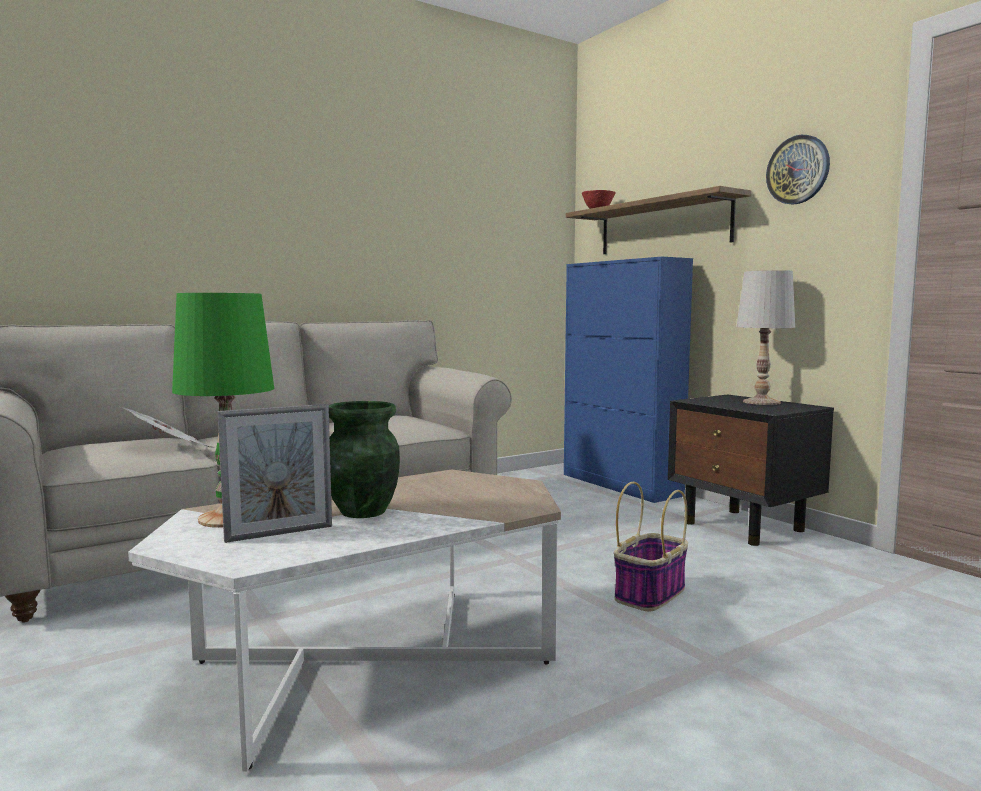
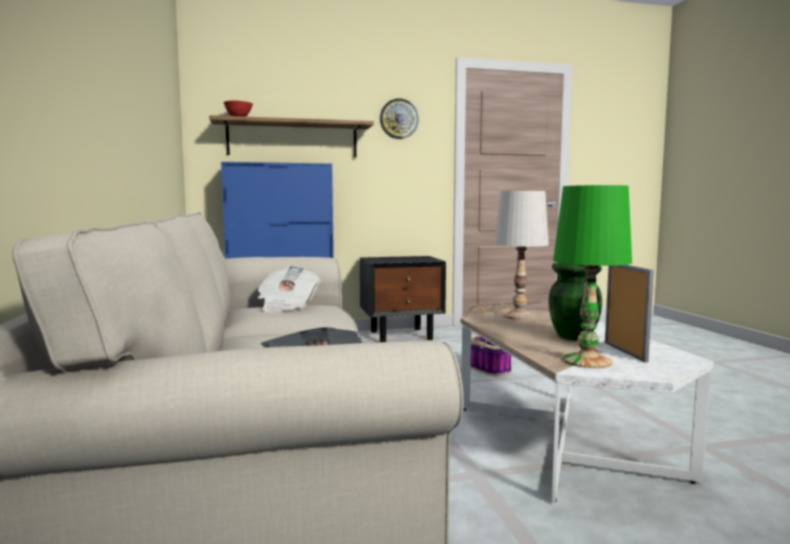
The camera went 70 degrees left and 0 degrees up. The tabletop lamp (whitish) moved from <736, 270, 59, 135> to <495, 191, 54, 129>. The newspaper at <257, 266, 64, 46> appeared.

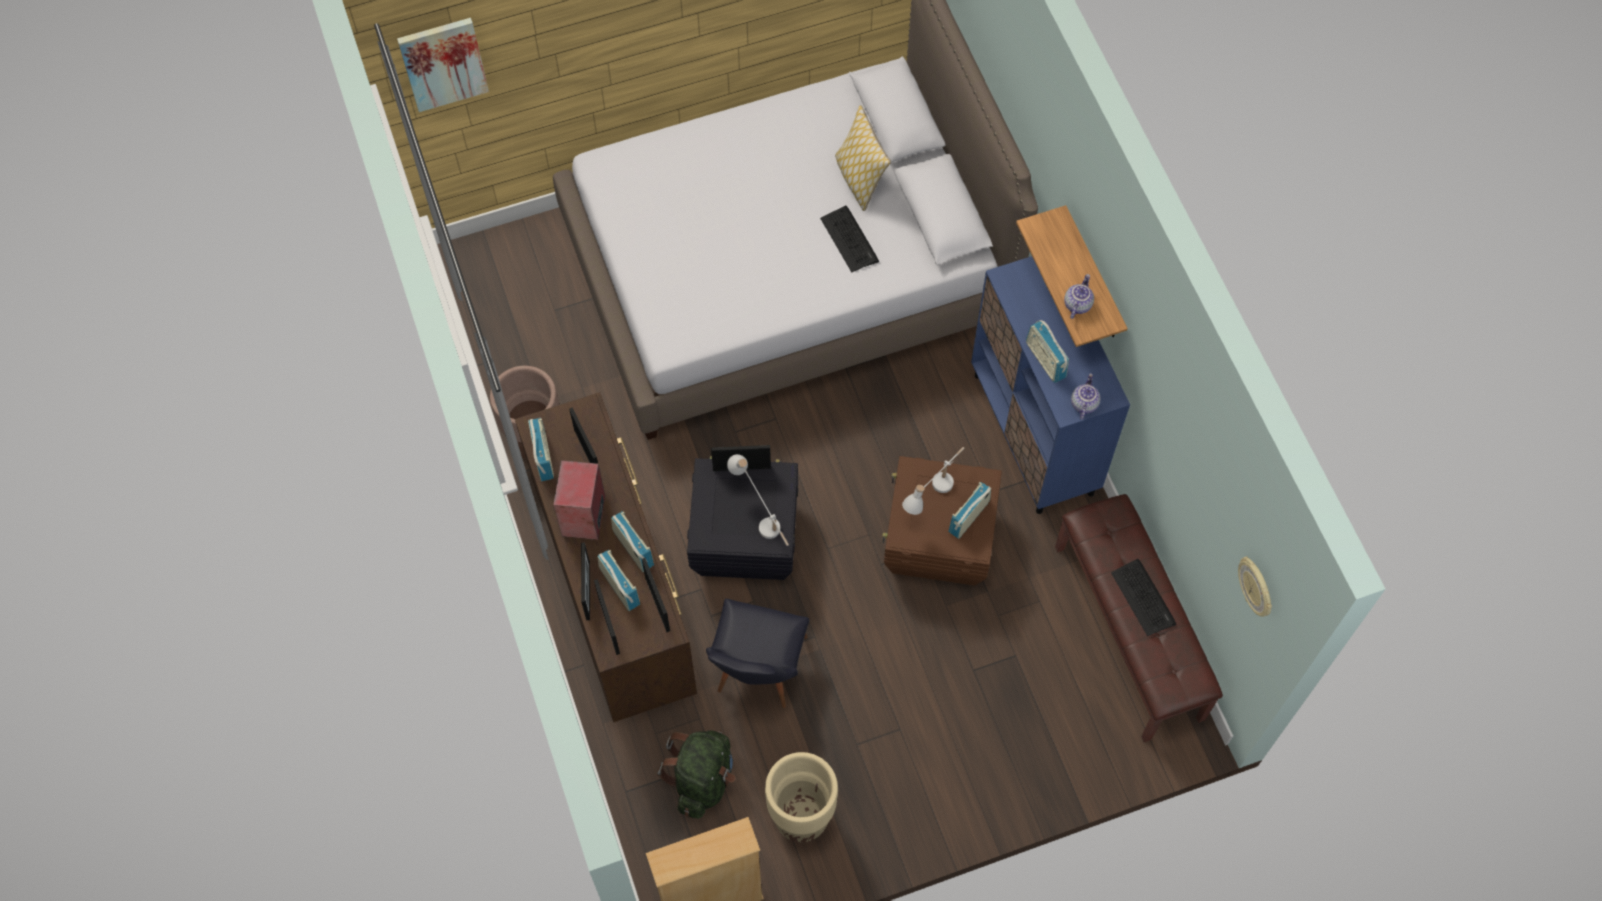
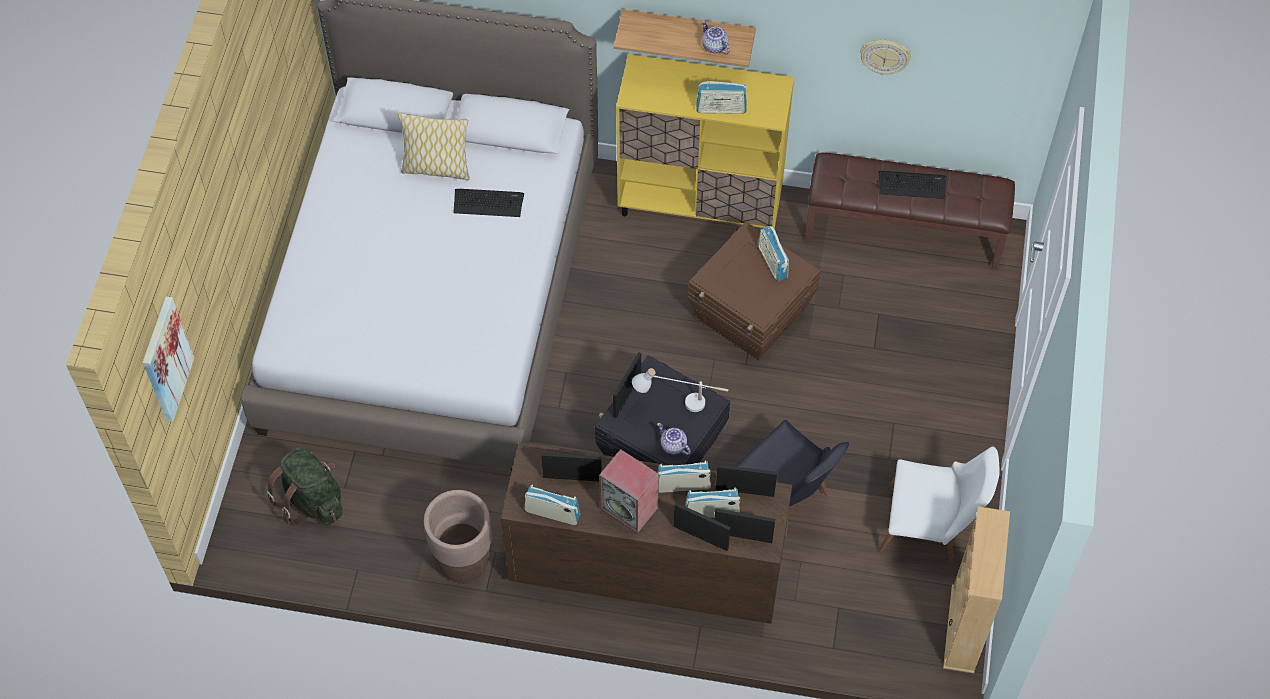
The camera went 60 degrees left and 5 degrees down. The rucksack (green-coloured) moved from <657, 730, 78, 89> to <266, 447, 77, 78>. The plant pot (sand-coloured) at <765, 752, 73, 90> was replaced by the plain chair (whitish) at <878, 446, 122, 116>. The tabletop lamp (whitish) at <902, 447, 63, 68> disappeared. The cabinet (bluish) at <971, 256, 159, 258> became the cabinet (yellow-coloured) at <616, 54, 178, 175>. The pot for tea moved from <1071, 373, 29, 47> to <657, 423, 34, 32>. The hanging clock moved from <1238, 556, 34, 61> to <860, 40, 51, 35>.

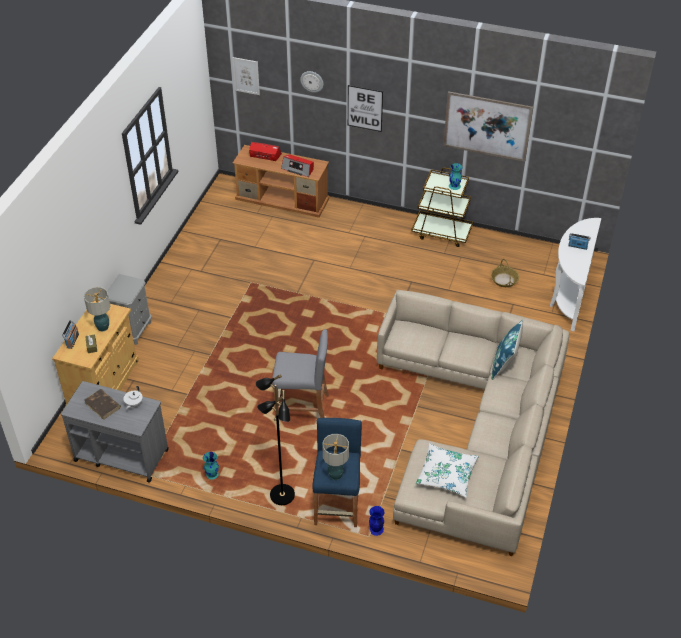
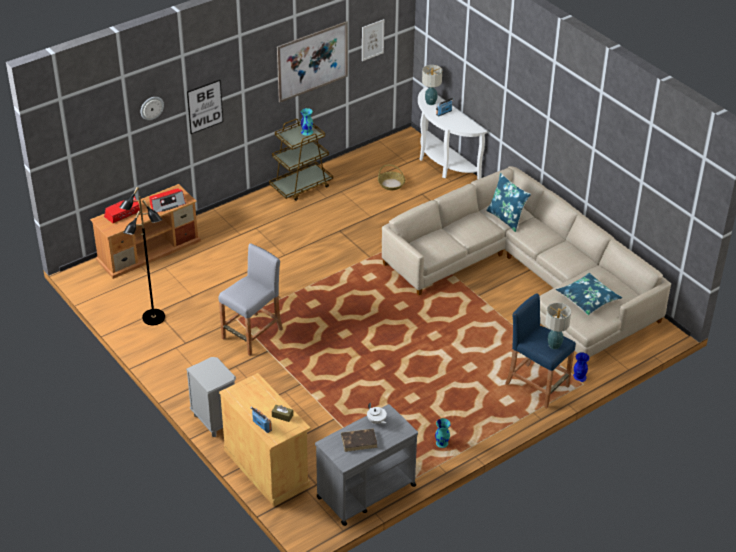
The camera went 55 degrees left and 5 degrees down. The tabletop lamp moved from <84, 287, 26, 45> to <422, 65, 20, 40>. The picture moved from <232, 57, 28, 38> to <362, 19, 22, 42>. The standing lamp (black-coloured) moved from <255, 374, 40, 131> to <119, 187, 46, 138>. The stool seat (gray) moved from <272, 329, 57, 89> to <218, 244, 65, 112>. The cushion (whitish) at <416, 443, 63, 55> became the cushion (bluish) at <556, 273, 66, 42>.

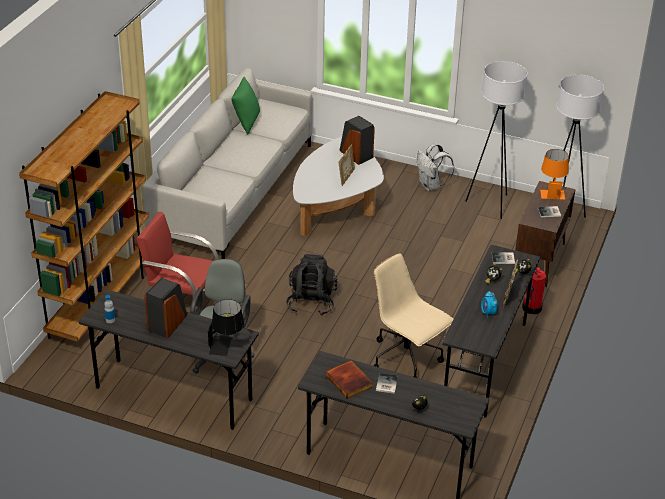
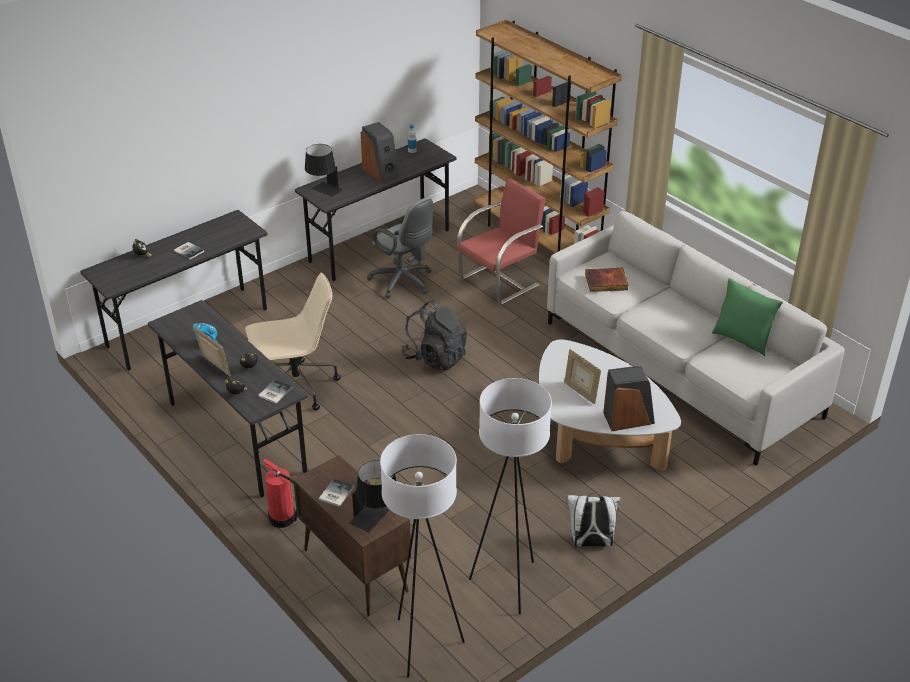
The camera went 120 degrees right and 0 degrees up. The book moved from <326, 361, 47, 38> to <585, 268, 44, 24>. The tabletop lamp (orange) at <540, 149, 29, 51> became the tabletop lamp (black-coloured) at <350, 460, 46, 72>.

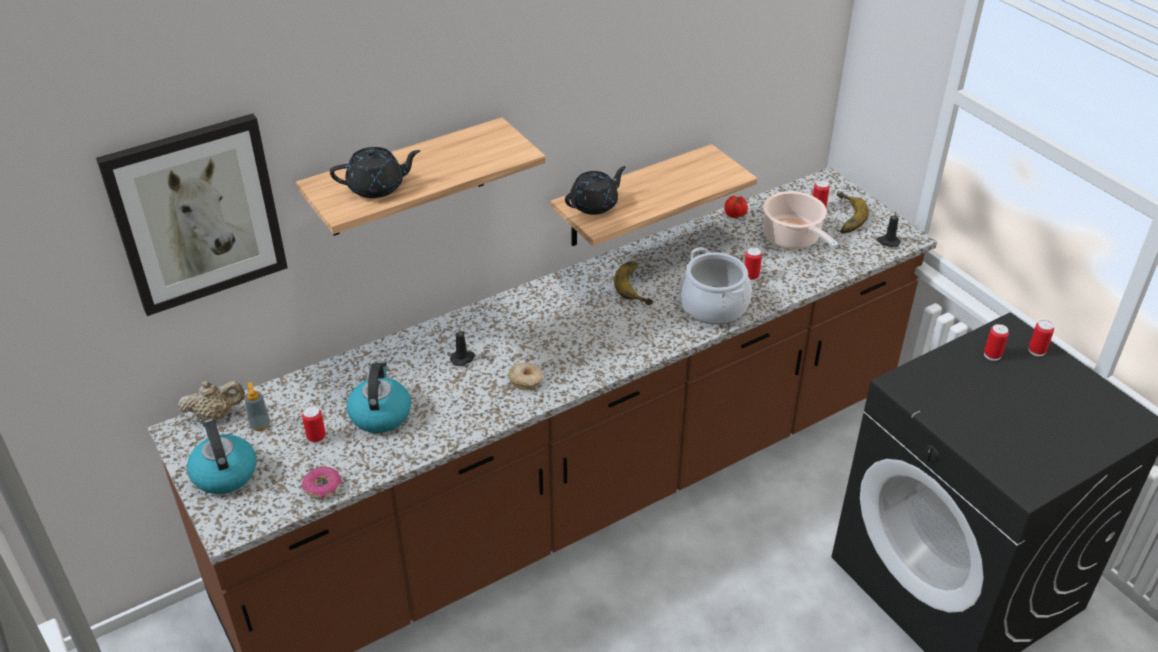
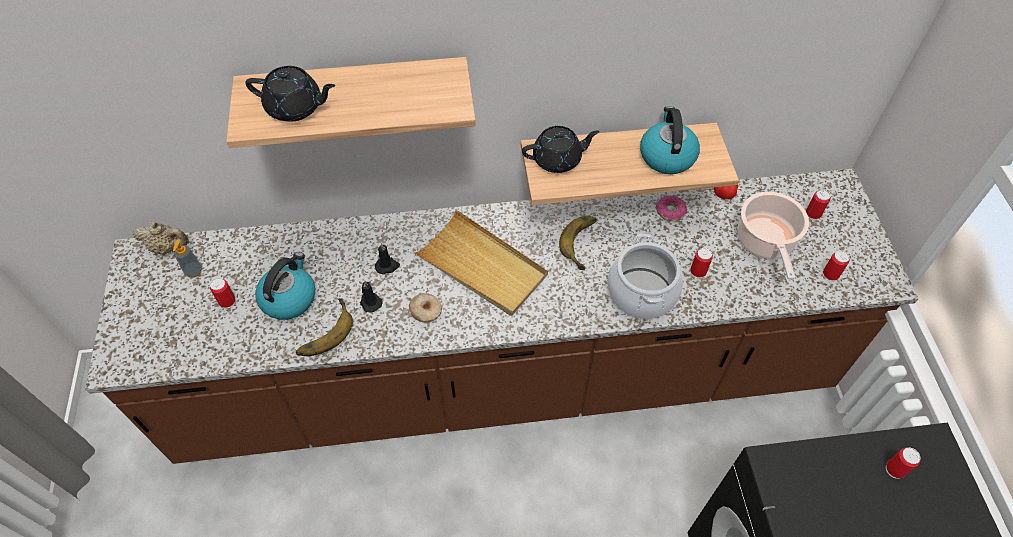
The camera went 25 degrees right and 15 degrees up. The picture at <96, 113, 192, 203> disappeared. The kettle moved from <187, 419, 70, 75> to <640, 106, 60, 68>. The ring doughnut moved from <302, 466, 40, 33> to <656, 195, 31, 27>. The whole banana moved from <837, 192, 32, 42> to <296, 298, 57, 58>. The wax light (black-coloured) moved from <877, 211, 24, 36> to <360, 281, 22, 31>. The metal can moved from <1029, 320, 25, 36> to <823, 251, 27, 30>. The serving tray (sand-coloured) at <413, 210, 135, 106> appeared.

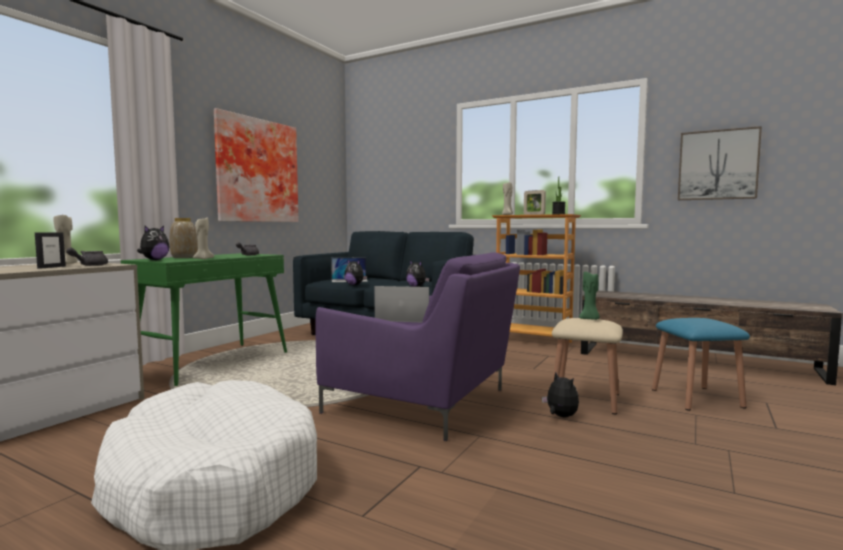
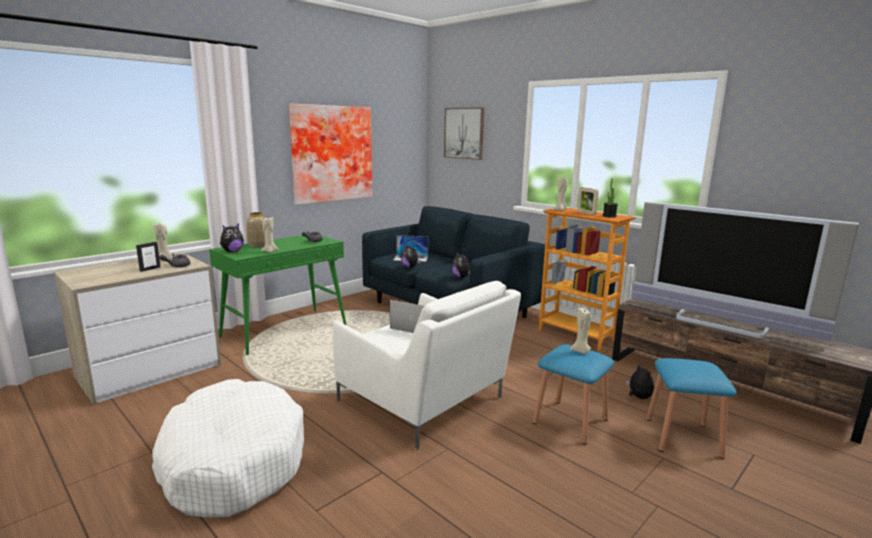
The camera went 15 degrees right and 10 degrees up. The easy chair (purple-coloured) at <315, 252, 205, 189> became the easy chair (whitish) at <333, 281, 188, 169>. The plush toy moved from <542, 371, 37, 47> to <626, 364, 28, 35>. The stool seat (sand-coloured) at <552, 318, 71, 97> became the stool seat (bluish) at <533, 344, 81, 101>. The wax light (green-coloured) at <579, 272, 21, 48> became the wax light (sand-coloured) at <570, 308, 22, 46>. The picture moved from <678, 126, 84, 74> to <444, 107, 40, 53>. The TV at <632, 201, 227, 140> appeared.

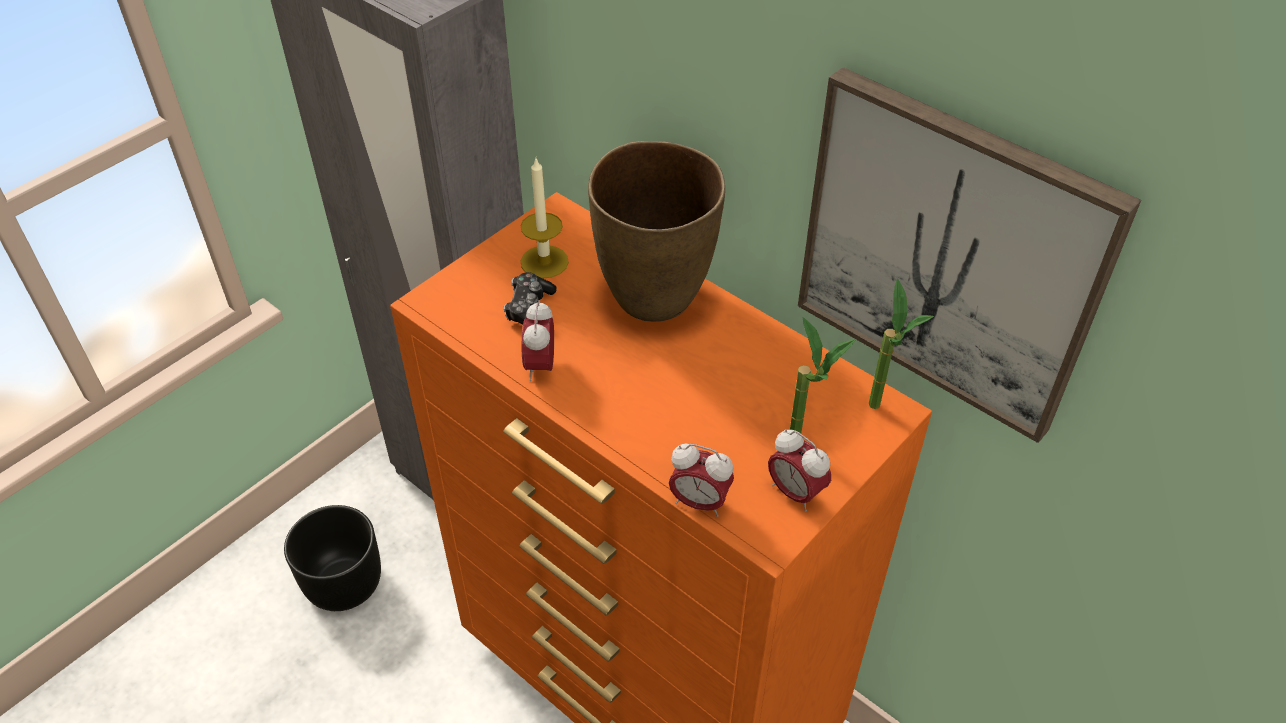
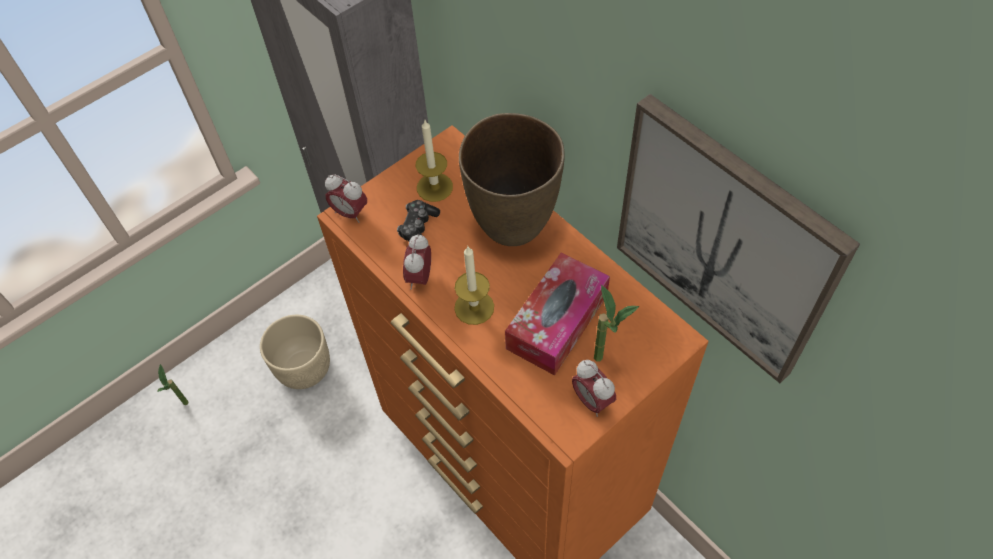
The camera went 10 degrees right and 10 degrees up. The plant pot (black-coloured) at <284, 505, 97, 106> became the plant pot (sand-coloured) at <260, 315, 70, 74>. The table clock moved from <669, 444, 65, 73> to <325, 174, 42, 49>. The potted plant moved from <869, 278, 65, 131> to <157, 364, 32, 41>. The wax light at <454, 245, 40, 80> appeared. The tissue holder at <505, 252, 105, 124> appeared.

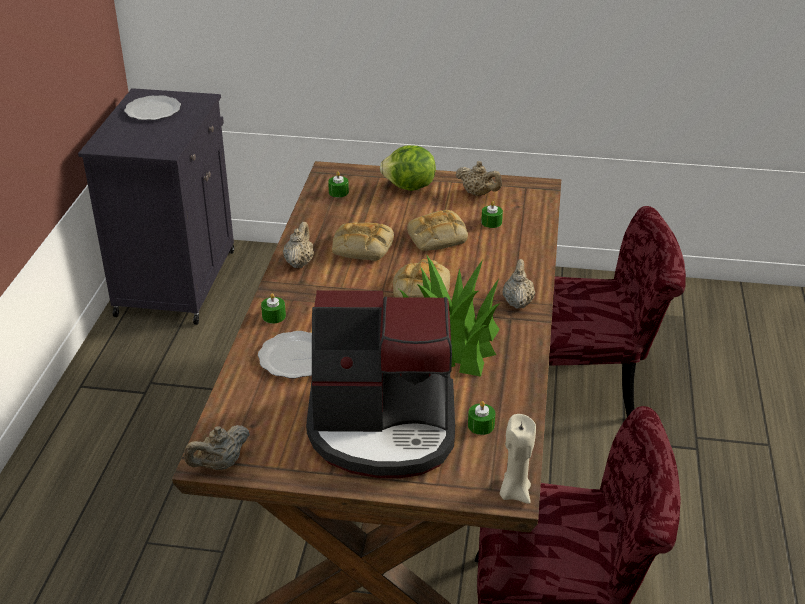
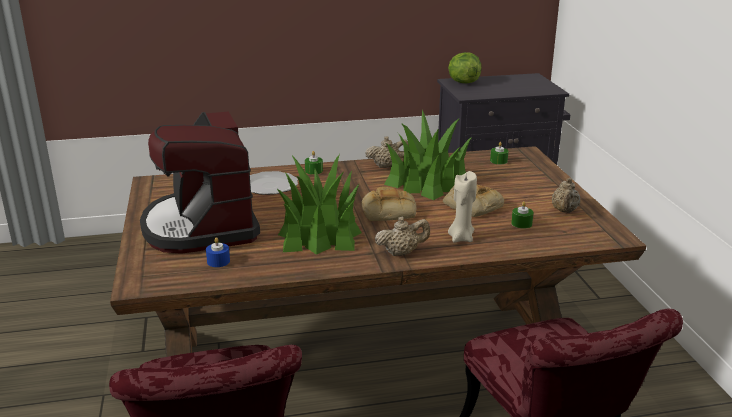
The camera went 70 degrees right and 10 degrees down. The plate at <124, 95, 57, 25> disappeared. The pot for tea (sand-coloured) at <184, 425, 66, 45> disappeared. The bread at <332, 223, 62, 38> was replaced by the potted plant at <384, 110, 88, 90>. The lettuce head moved from <380, 145, 56, 46> to <448, 52, 33, 31>. The wax light (green-coloured) at <468, 401, 27, 34> became the wax light (bluish) at <206, 237, 24, 30>. The wax light (sand-coloured) moved from <500, 414, 36, 90> to <448, 171, 29, 72>.

